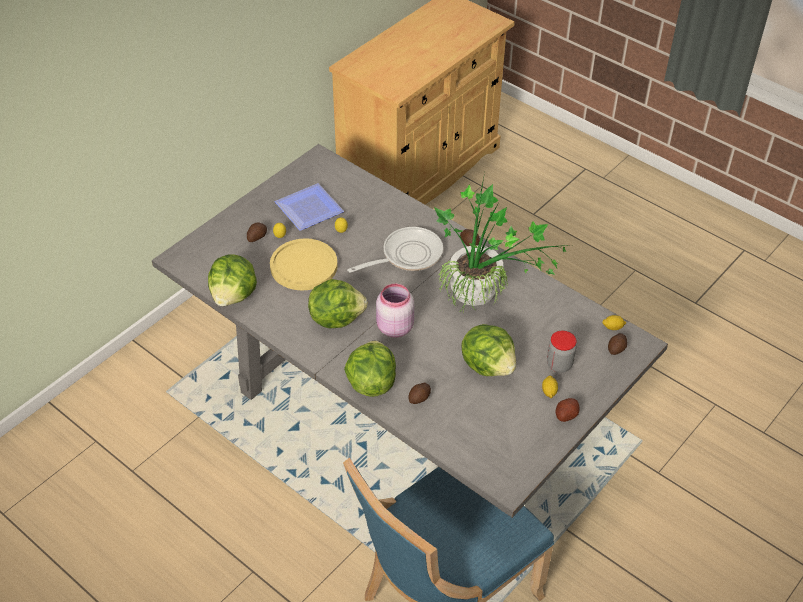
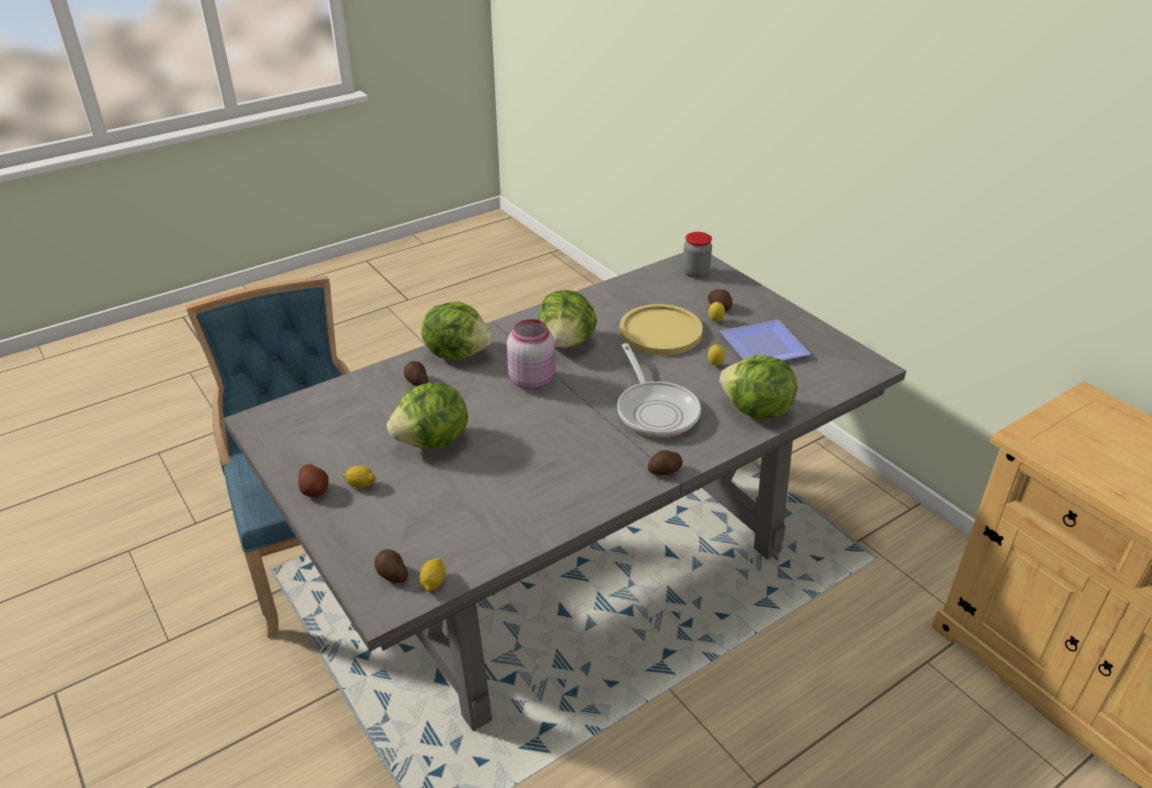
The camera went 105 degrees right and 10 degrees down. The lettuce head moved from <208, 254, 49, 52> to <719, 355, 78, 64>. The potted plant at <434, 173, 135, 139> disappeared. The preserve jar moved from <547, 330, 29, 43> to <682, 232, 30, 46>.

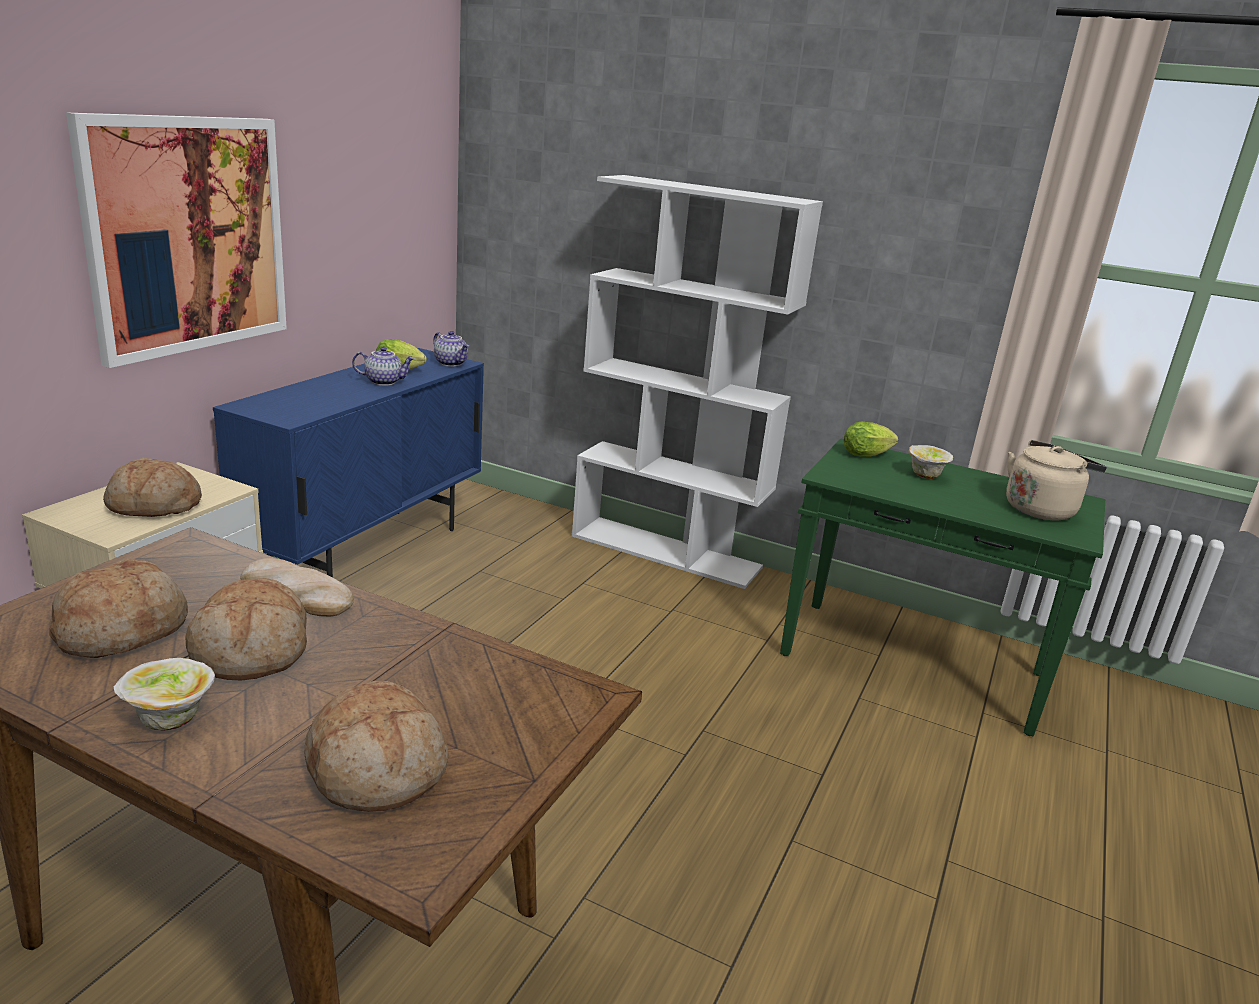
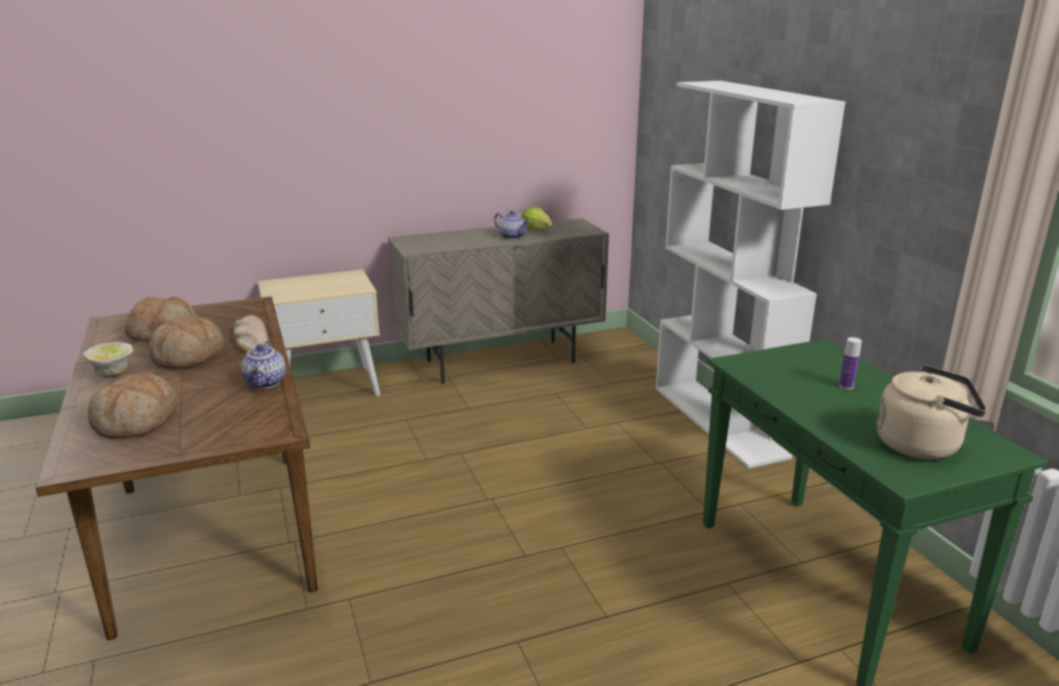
The camera went 45 degrees right and 0 degrees up. The picture at <66, 113, 221, 255> disappeared. The bread at <103, 458, 99, 59> disappeared. The cabinet (bluish) at <213, 348, 271, 230> became the cabinet (sand-coloured) at <388, 218, 221, 166>. The pot for tea moved from <433, 331, 36, 36> to <241, 341, 45, 48>. The lettuce head at <843, 422, 55, 35> disappeared. The deep dish at <908, 445, 45, 34> was replaced by the bottle at <839, 337, 23, 53>.

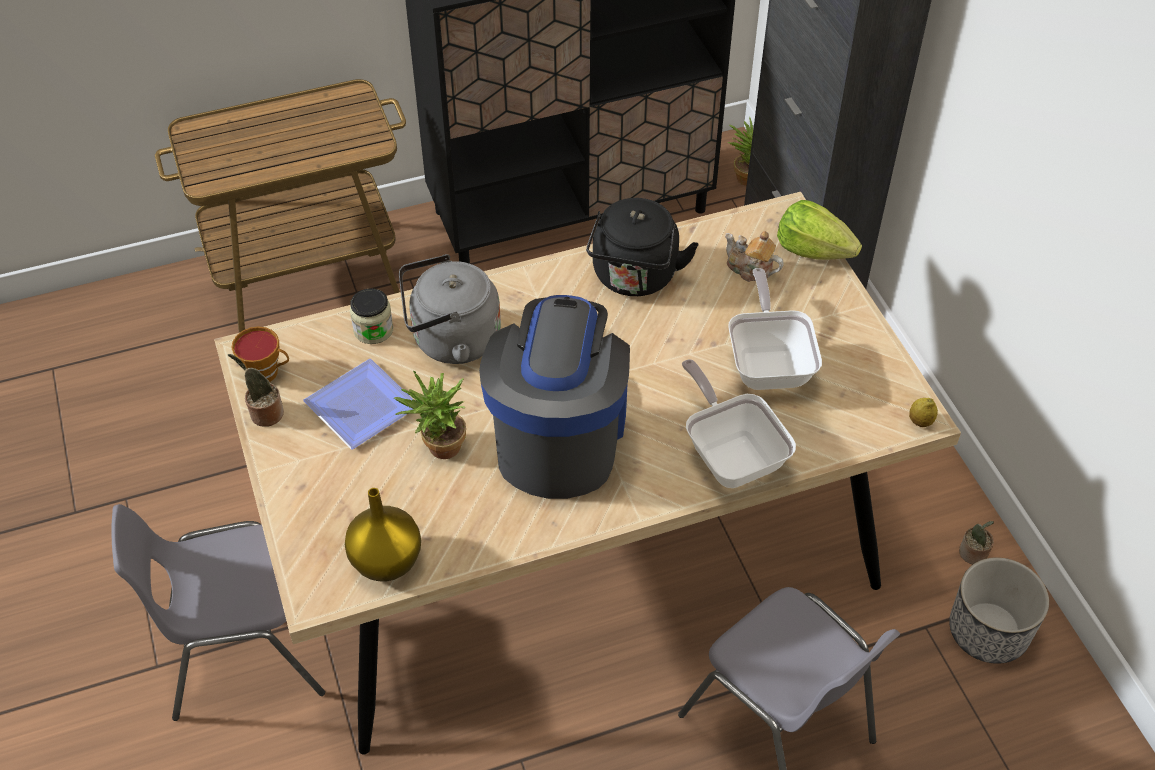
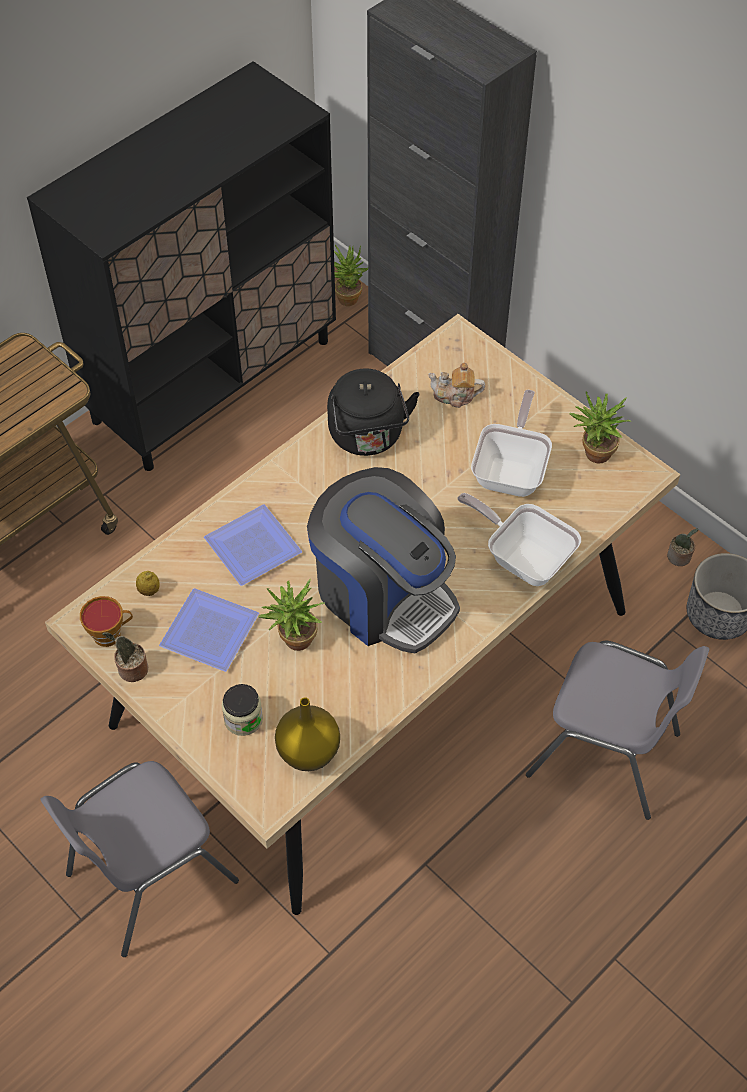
The camera went 25 degrees left and 5 degrees up. The preserve jar moved from <350, 288, 43, 56> to <222, 684, 41, 52>. The kettle (gray) at <399, 254, 102, 110> was replaced by the plate at <204, 504, 98, 82>. The coffee machine at <479, 295, 151, 204> turned 150 degrees clockwise. The frying pan at <728, 268, 94, 122> turned 45 degrees clockwise. The lettuce head at <777, 200, 85, 60> disappeared. The whole lemon moved from <909, 398, 29, 29> to <136, 571, 24, 25>. The potted plant at <569, 392, 62, 71> appeared.

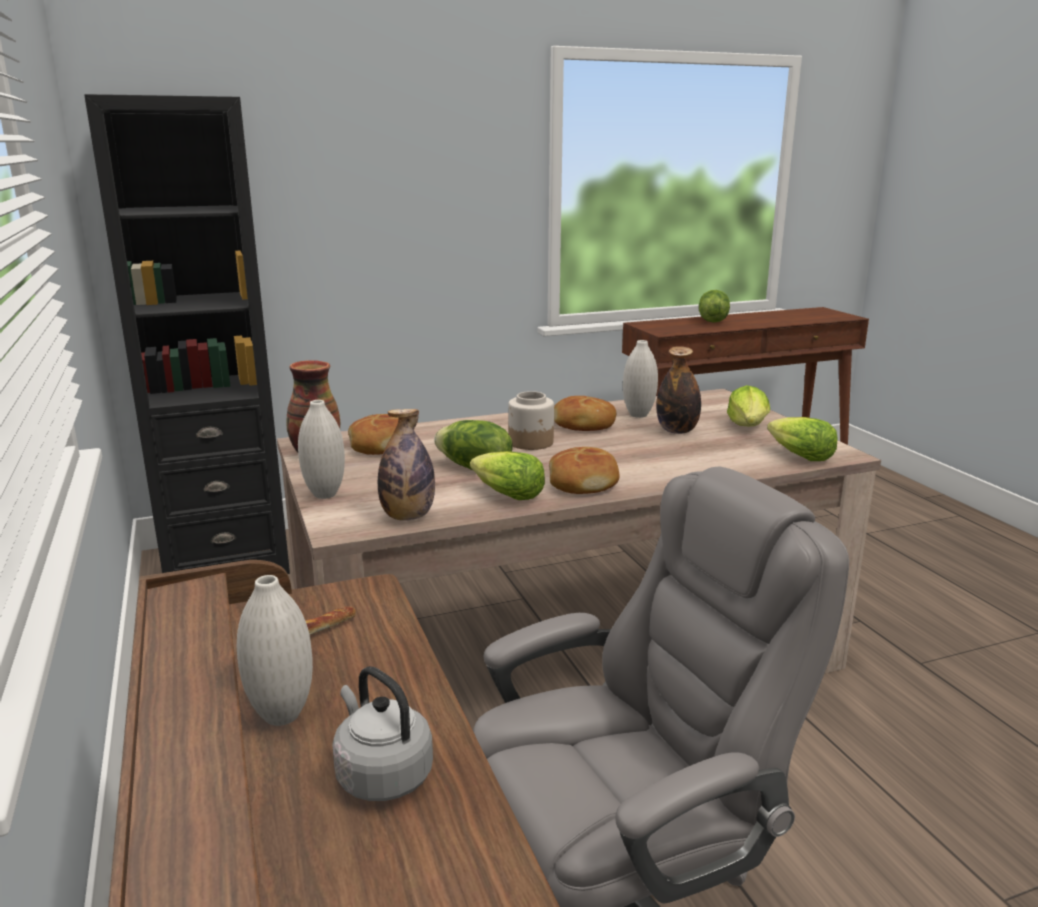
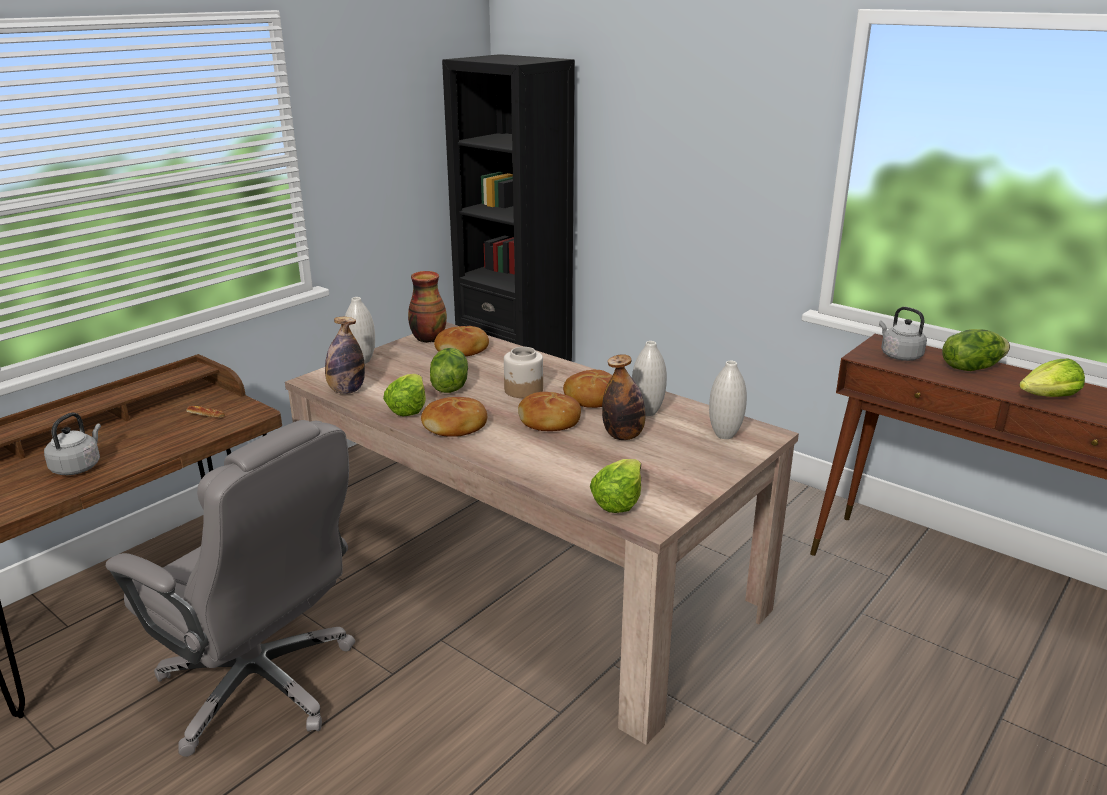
The camera went 60 degrees right and 5 degrees up. The decorative vase (whitish) moved from <237, 575, 76, 151> to <709, 361, 38, 78>. The lettuce head moved from <727, 385, 43, 41> to <1019, 359, 66, 38>. The bread at <518, 392, 63, 39> appeared. The kettle (gray) at <879, 307, 48, 54> appeared.

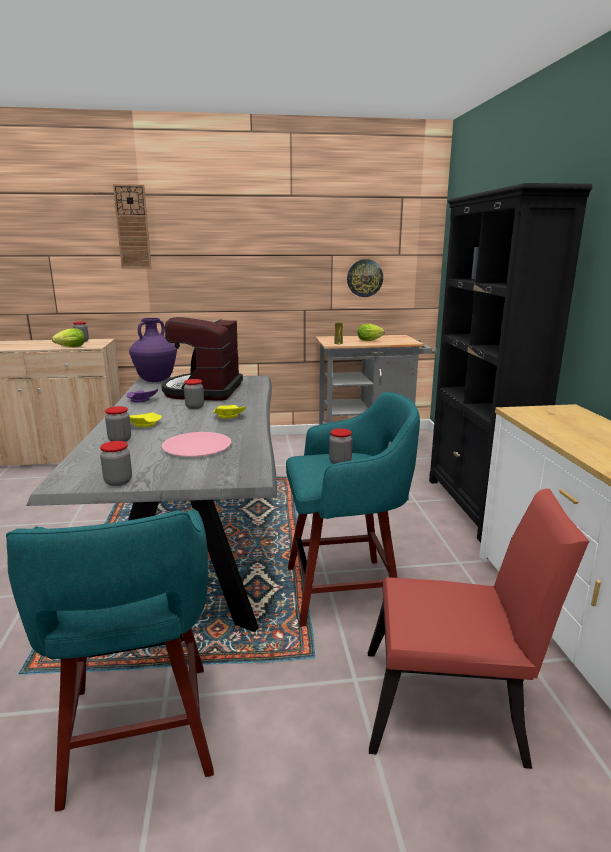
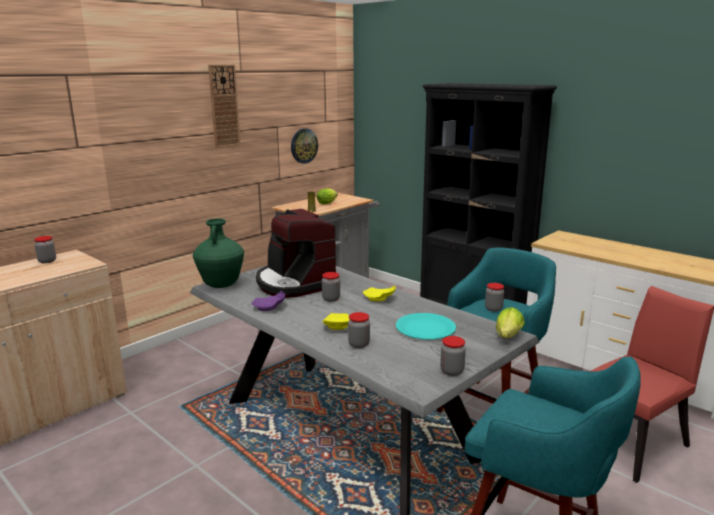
The camera went 40 degrees left and 0 degrees up. The lettuce head moved from <52, 328, 33, 19> to <496, 307, 29, 31>. The hanging clock moved from <113, 184, 39, 85> to <208, 65, 33, 83>. The decorative vase (purple-coloured) at <129, 318, 48, 64> became the decorative vase (green-coloured) at <193, 219, 51, 69>. The plate (pink) at <162, 432, 70, 25> became the plate (blue-green) at <396, 313, 60, 27>.

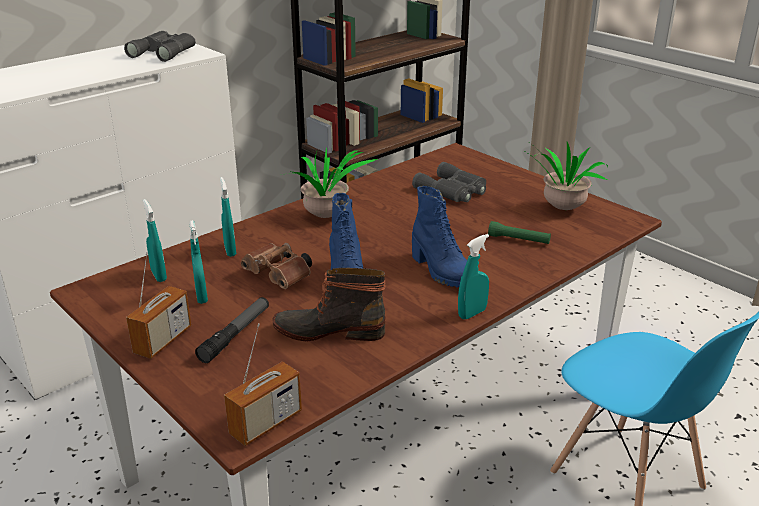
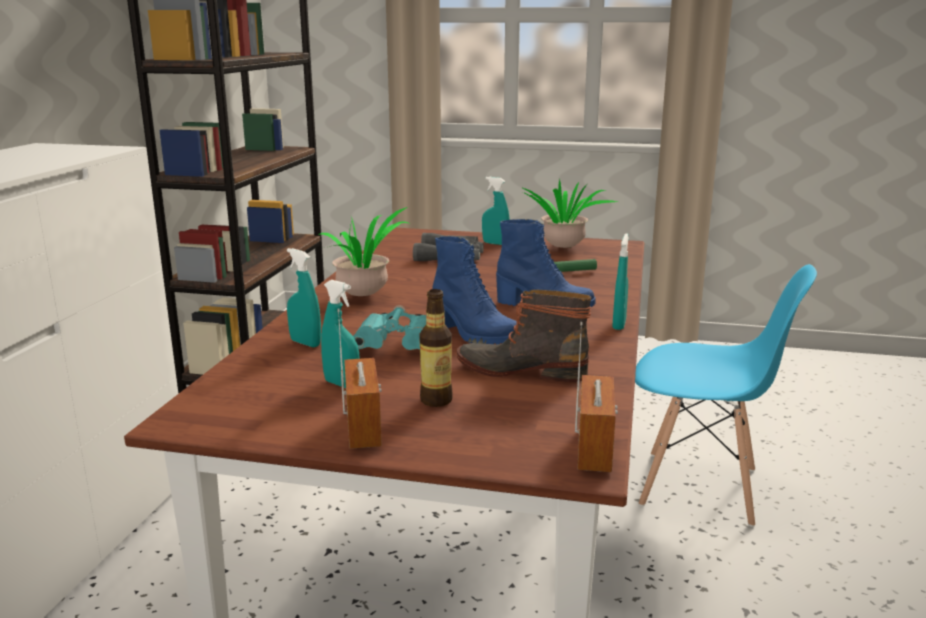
The camera went 35 degrees left and 10 degrees down. The field glasses (gray) at <124, 31, 72, 31> disappeared. The sprayer (blue-green) moved from <143, 199, 24, 83> to <482, 177, 27, 68>. The flashlight at <195, 297, 74, 66> was replaced by the bottle at <419, 289, 34, 118>. The field glasses (brownish) at <241, 243, 71, 46> became the field glasses (blue-green) at <353, 305, 73, 45>. The tall boot at <272, 268, 114, 73> turned 45 degrees clockwise.

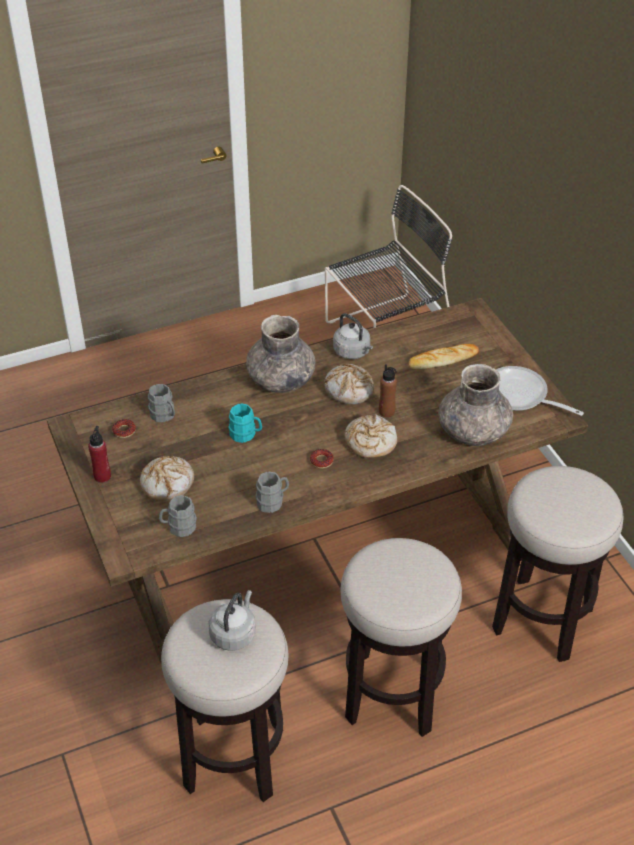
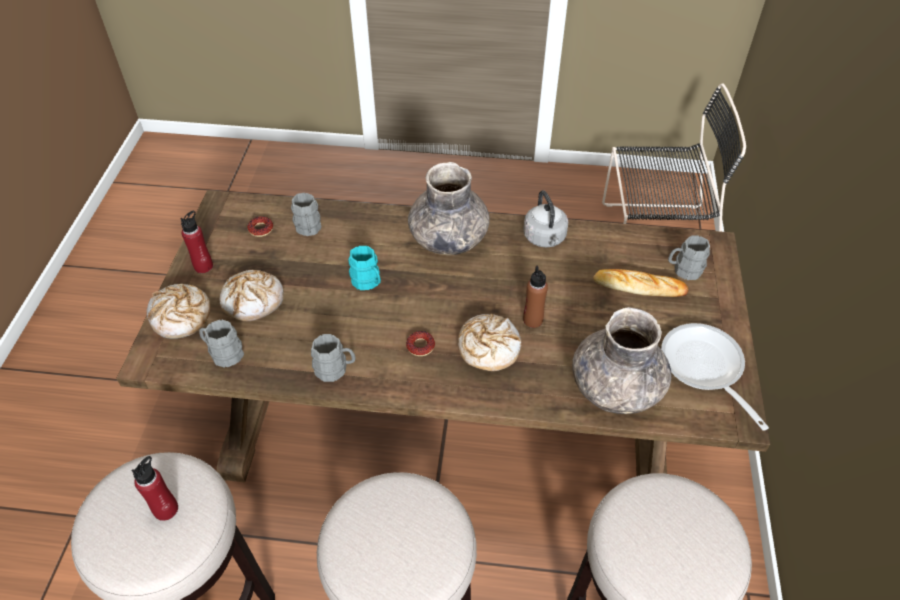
The camera went 30 degrees right and 5 degrees up. The kettle (gray) at <209, 590, 47, 61> was replaced by the bottle (red) at <131, 456, 47, 65>. The bread moved from <324, 364, 50, 40> to <147, 284, 64, 55>. The mug (gray) at <668, 236, 42, 44> appeared.

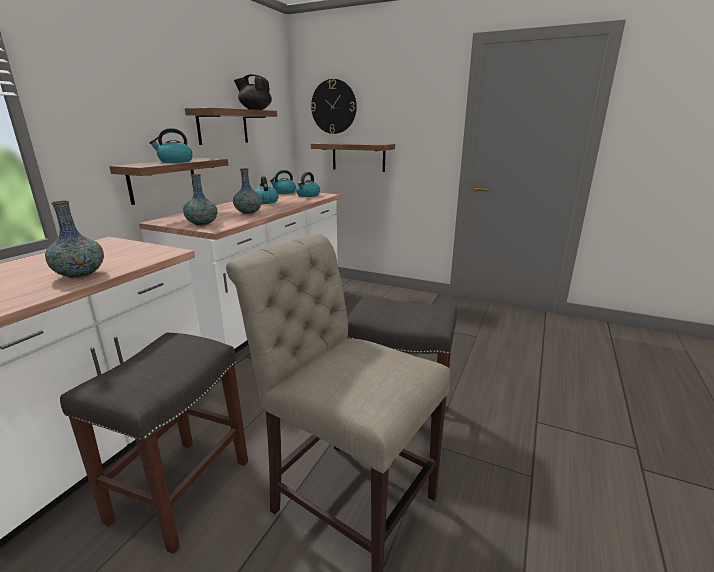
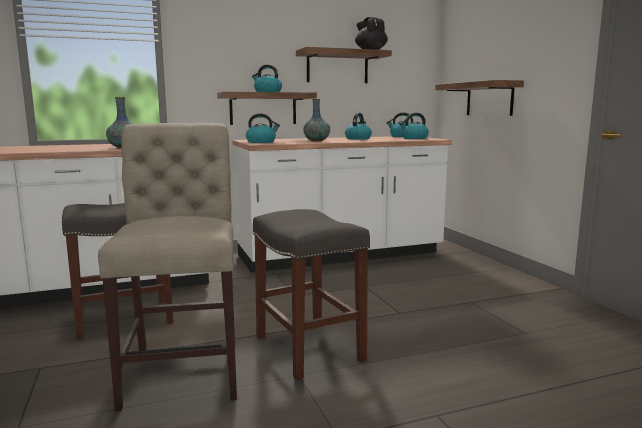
The camera went 45 degrees right and 10 degrees down. The decorative vase at <183, 174, 34, 52> was replaced by the kettle at <246, 113, 34, 30>. The hanging clock at <311, 79, 46, 55> disappeared.

